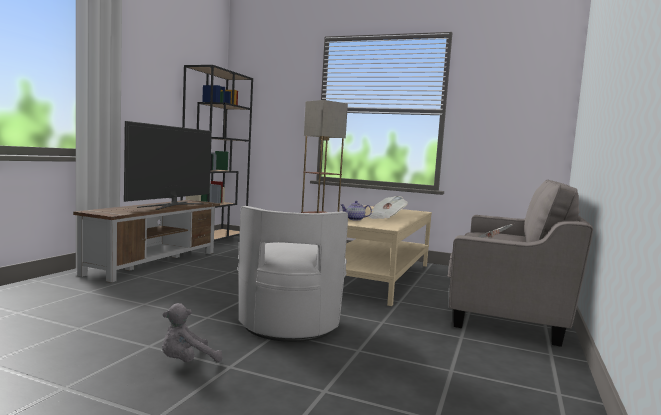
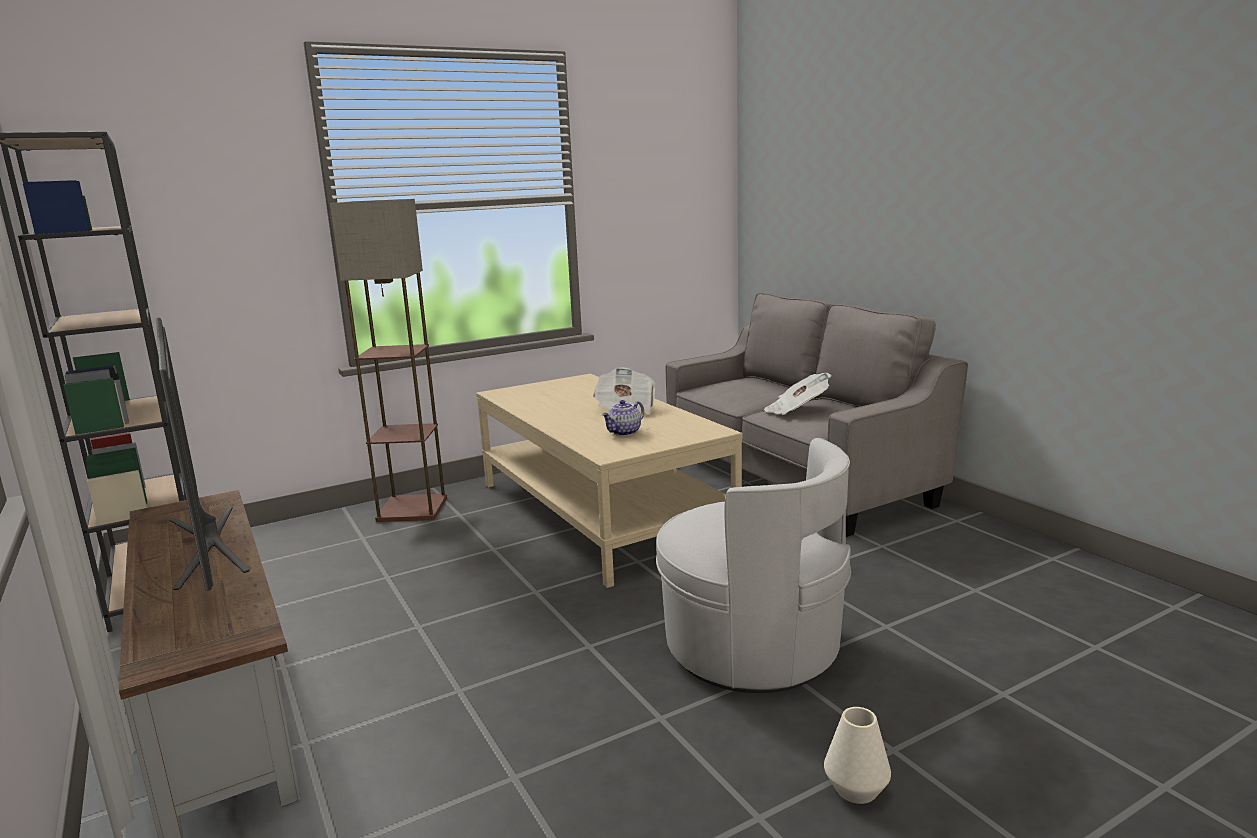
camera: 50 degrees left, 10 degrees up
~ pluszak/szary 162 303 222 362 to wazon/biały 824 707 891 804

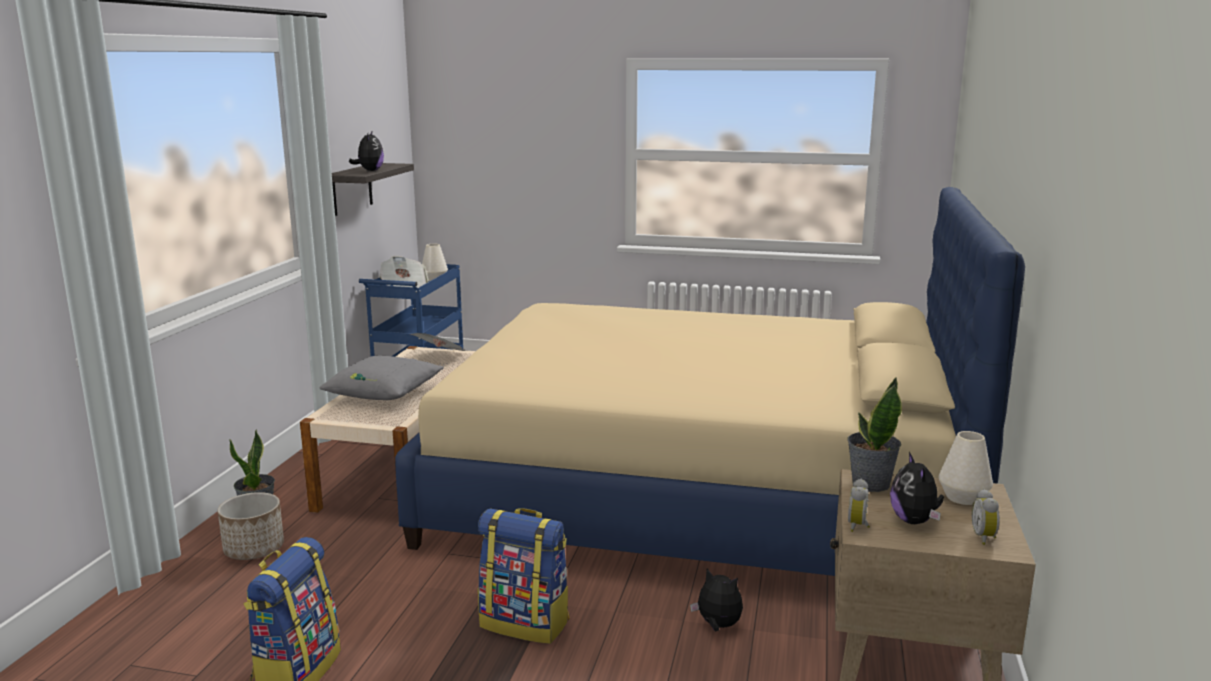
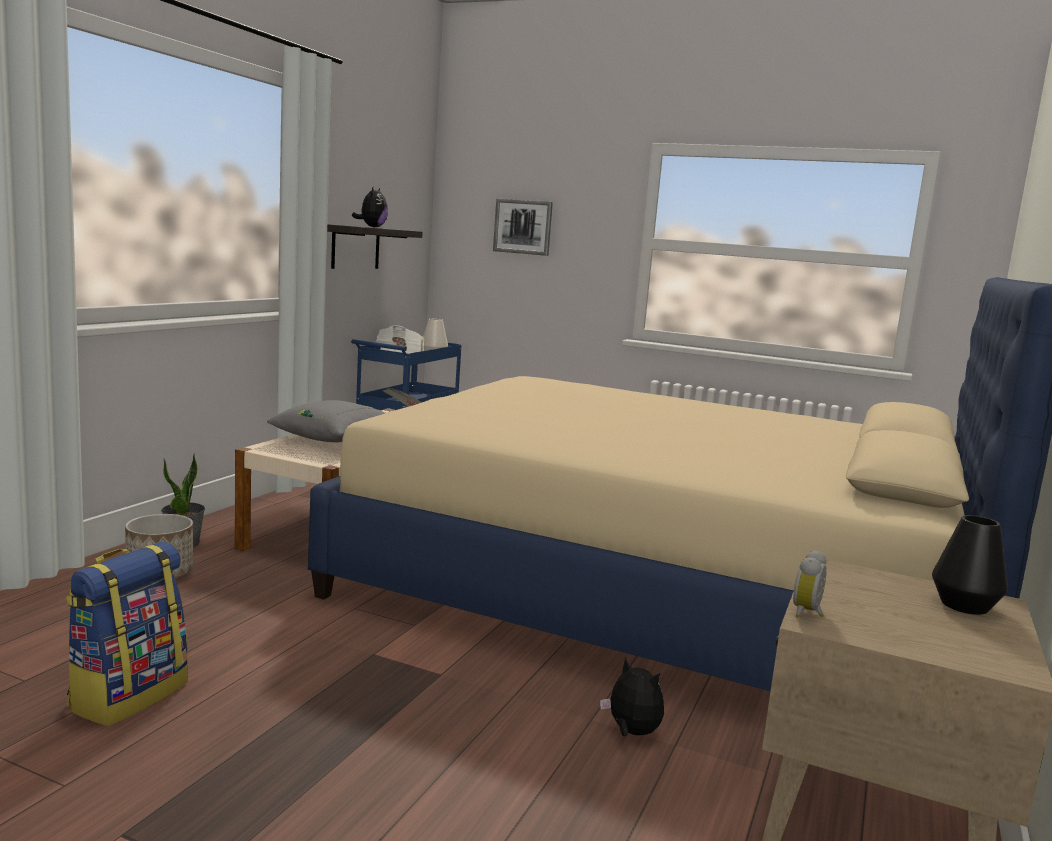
camera: 10 degrees right, 5 degrees down
- plecak 478 508 570 644
- roślina doniczkowa 847 377 902 492
- pluszak 890 452 944 524
~ wazon/biały 939 431 993 505 to wazon/czarny 932 515 1008 615
- budzik 972 489 1000 545
+ obraz 493 199 553 256

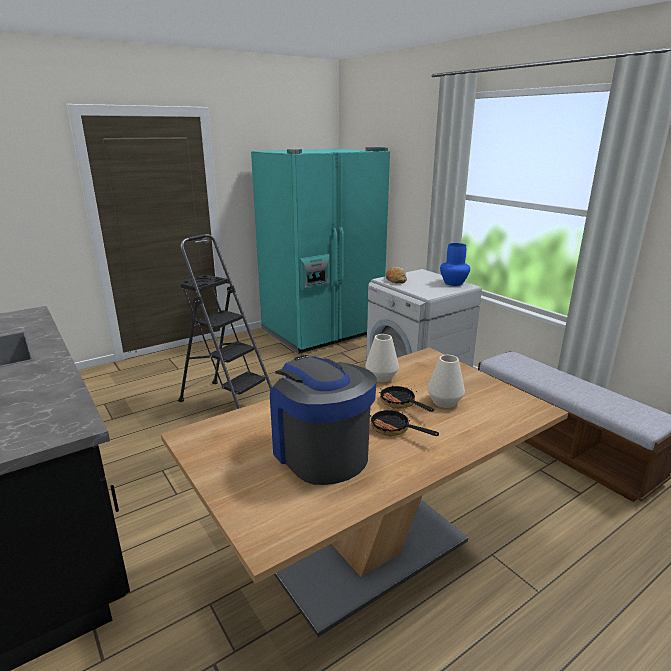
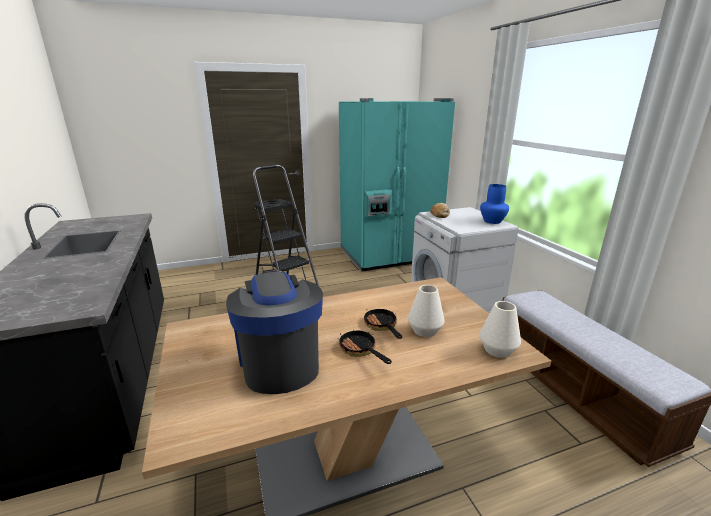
camera: 15 degrees right, 0 degrees up
~ wazon/biały 365 334 399 382 to 479 301 521 358

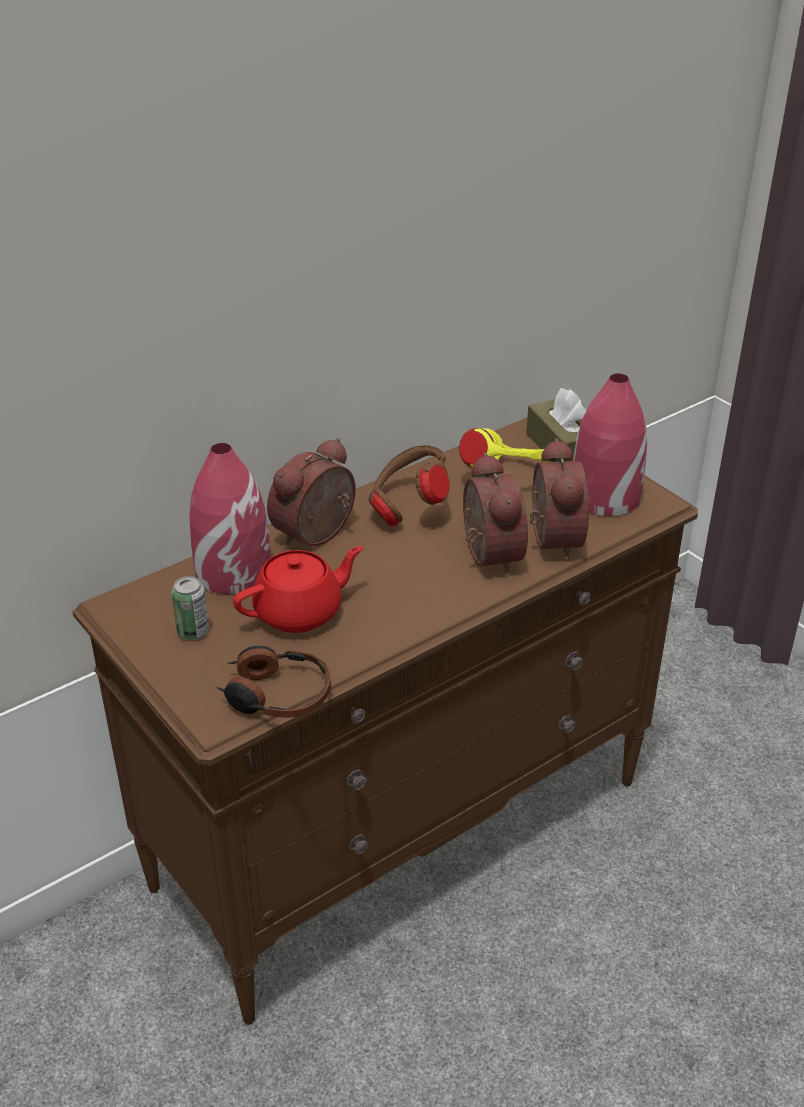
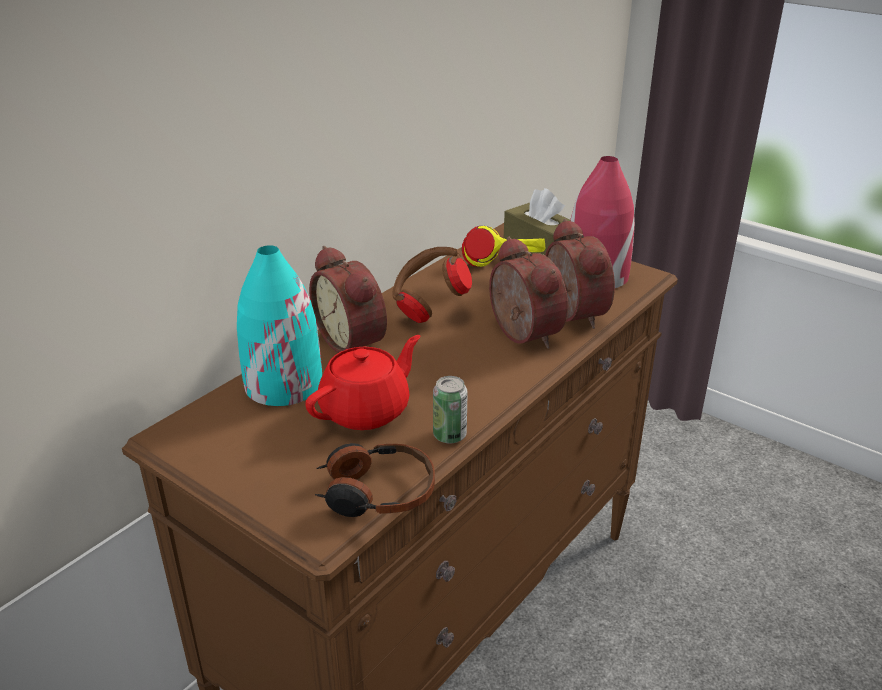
camera: 15 degrees left, 5 degrees down
~ puszka 171 576 209 640 to 433 376 468 444
~ wazon/czerwony 189 443 271 594 to wazon/turkusowy 237 245 322 406
~ budzik 267 438 356 548 = 309 246 387 353 60 degrees counterclockwise

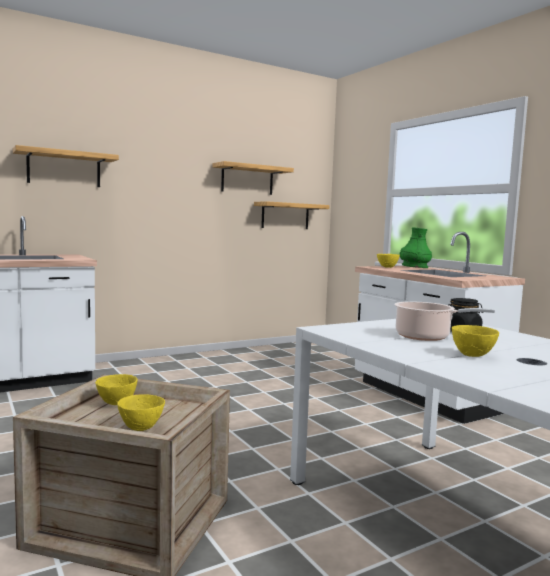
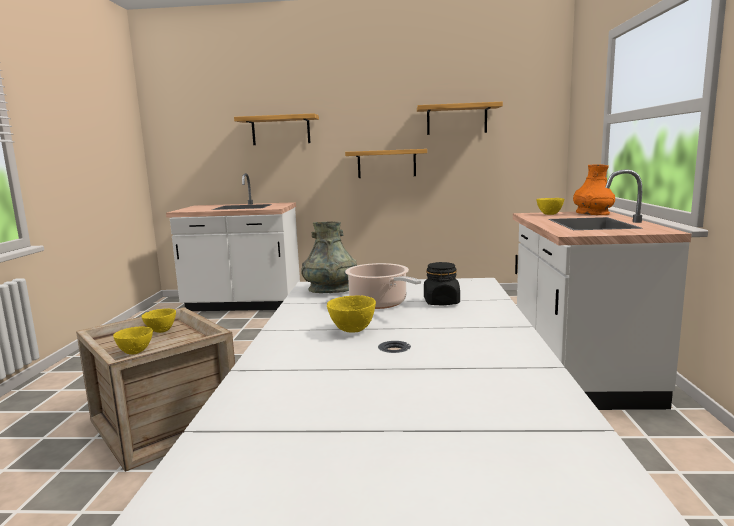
camera: 35 degrees right, 5 degrees up
~ półka 254 201 329 229 to 345 149 427 178
~ wazon/zielony 399 228 432 268 to wazon/pomarańczowy 573 164 615 215
+ wazon/szary 301 221 357 293

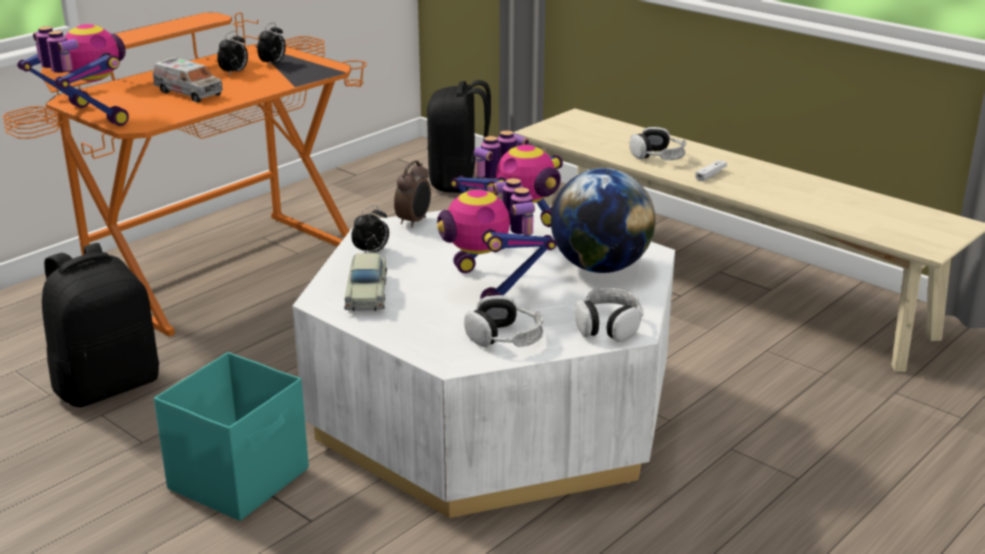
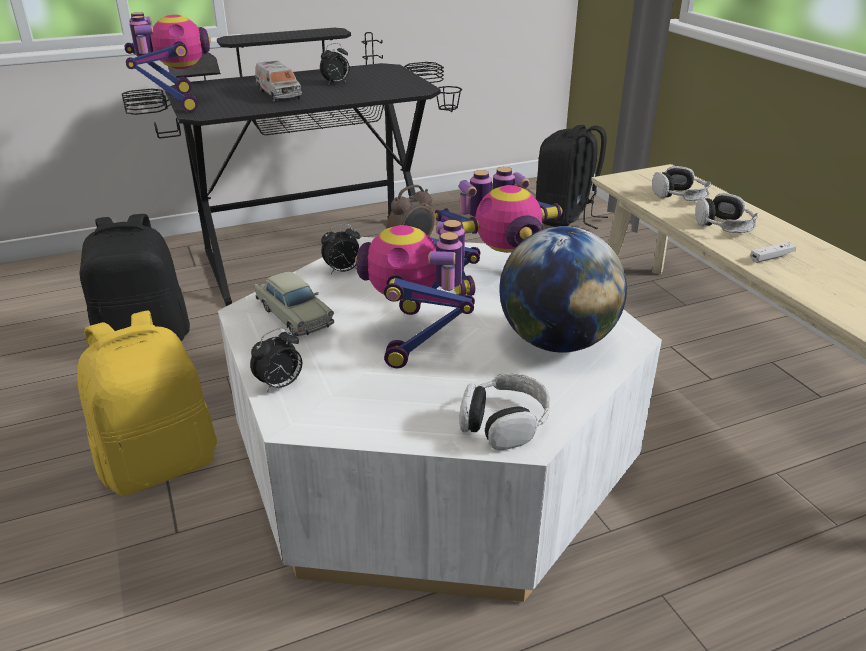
camera: 25 degrees right, 5 degrees up
~ biurko/pomarańczowy 2 12 367 336 to biurko/czarny 122 28 462 306
~ pojemnik do przechowywania/turkusowy 154 352 309 521 to plecak/żółty 77 311 217 496
~ budzik 257 23 286 67 to 250 328 302 393
~ samochodzik/beżowy 344 253 387 311 = 254 272 334 336 60 degrees counterclockwise
~ słuchawki 464 295 543 347 to 652 166 711 201

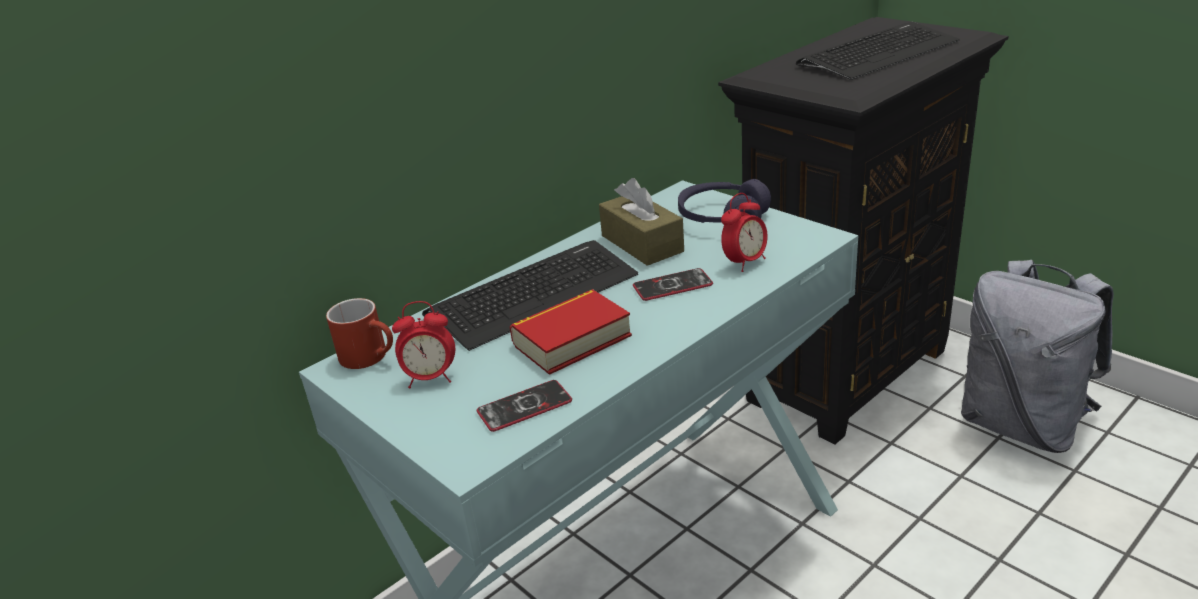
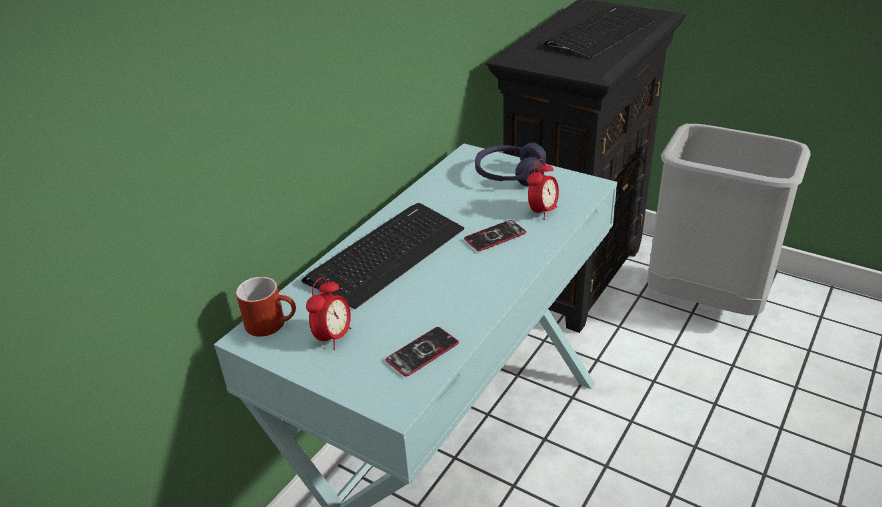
camera: 15 degrees left, 5 degrees up
~ budzik 392 301 455 388 = 306 278 352 350 45 degrees counterclockwise
- książka 510 289 632 375
- pudełko chusteczek/brązowy 599 178 684 266
~ plecak/szary 961 260 1114 453 to kosz na śmieci/szary 647 124 811 315

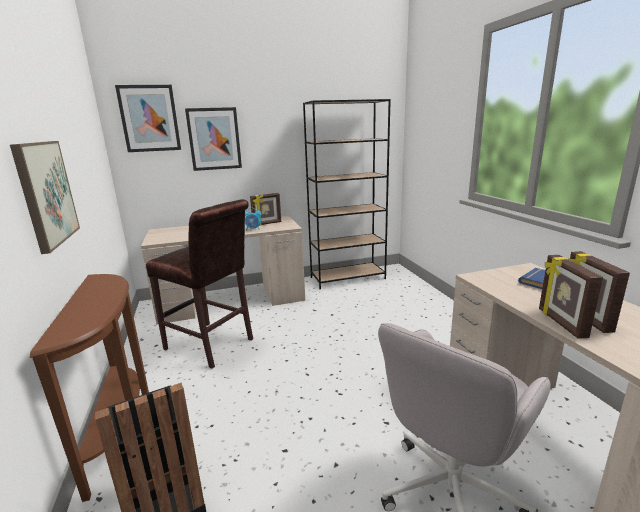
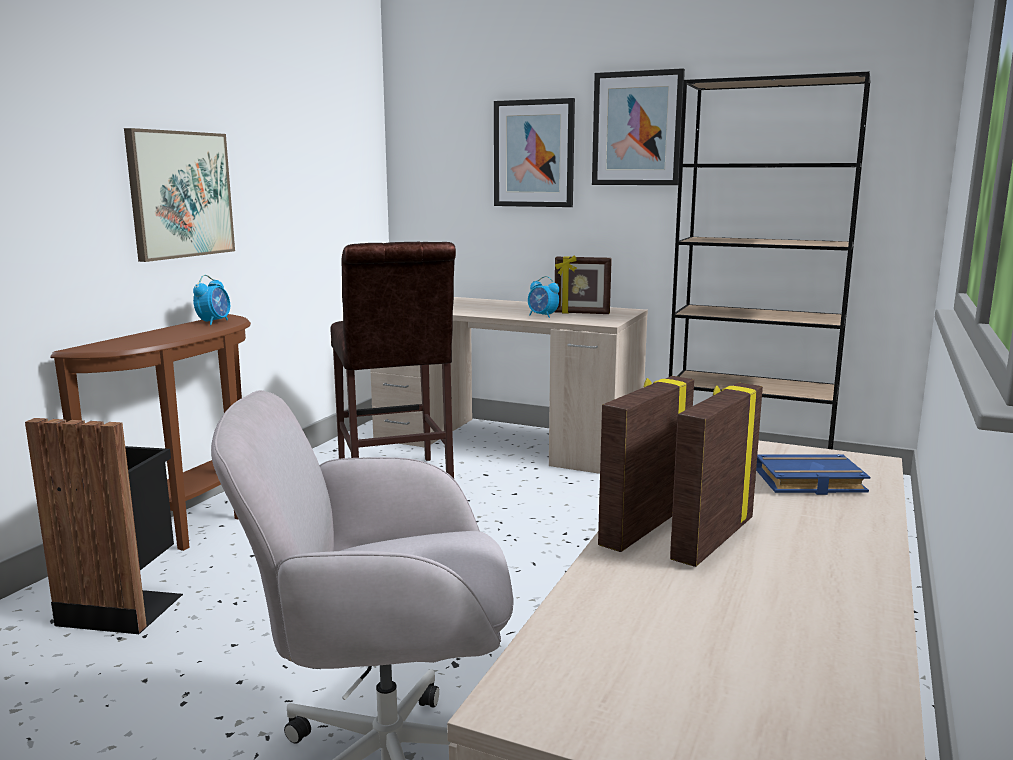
camera: 40 degrees right, 5 degrees down
~ obraz 115 85 181 152 to 592 68 685 185
+ budzik 193 275 230 325

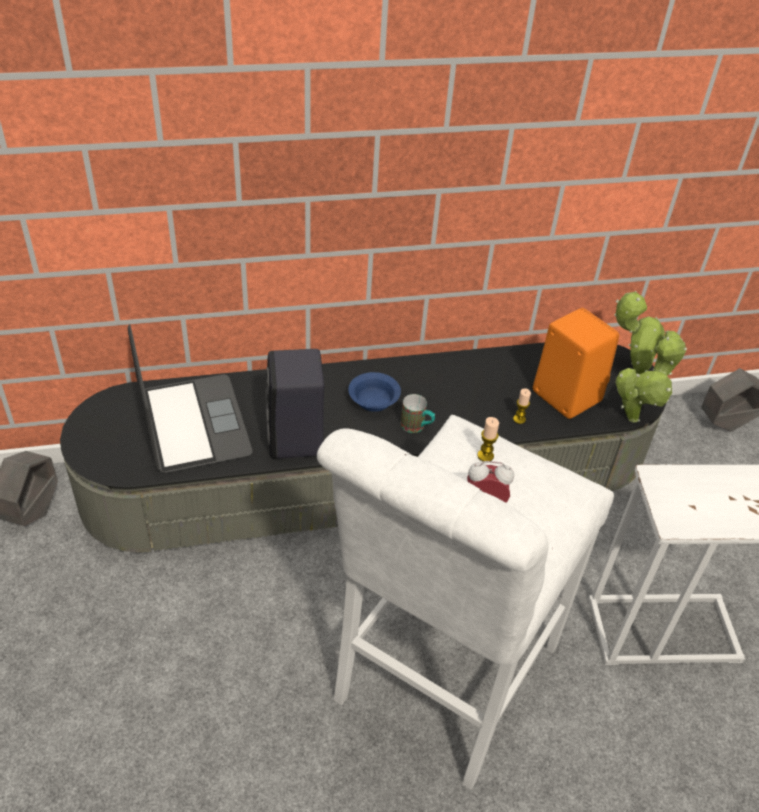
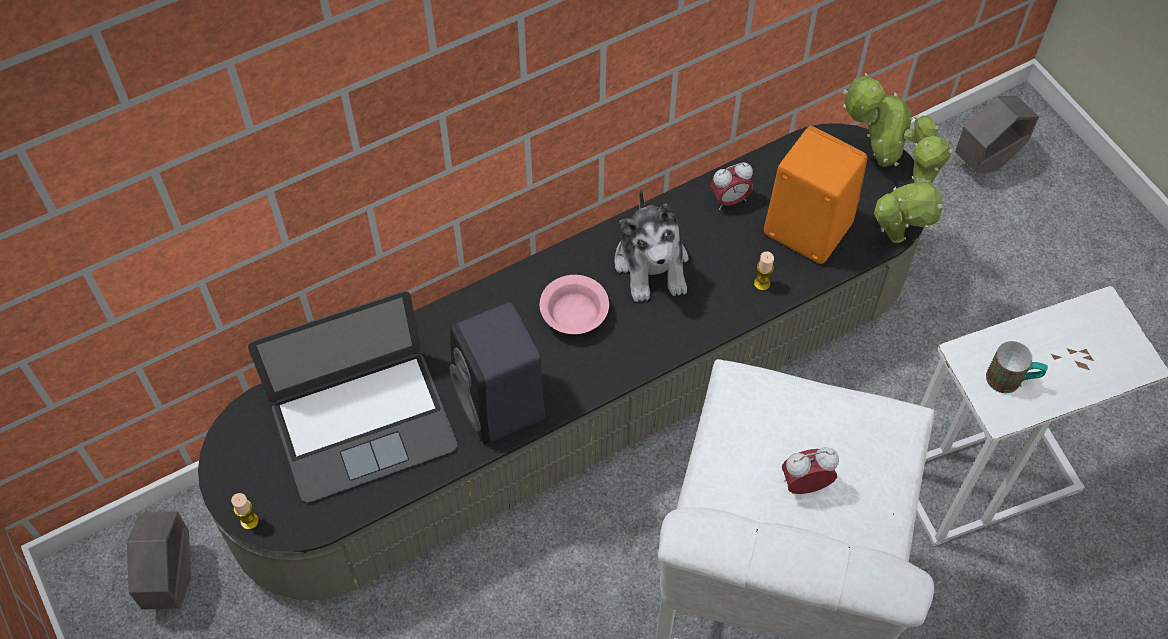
camera: 15 degrees left, 15 degrees up
~ laptop 128 324 253 473 = 248 291 457 502 105 degrees clockwise
~ miska/niebieski 348 372 401 412 to miska/różowy 540 275 609 334
~ kubek 401 394 435 433 to 986 341 1048 393
~ świeca 477 417 499 462 to 231 493 259 530
+ pluszak 614 188 689 302
+ budzik 710 162 753 210

